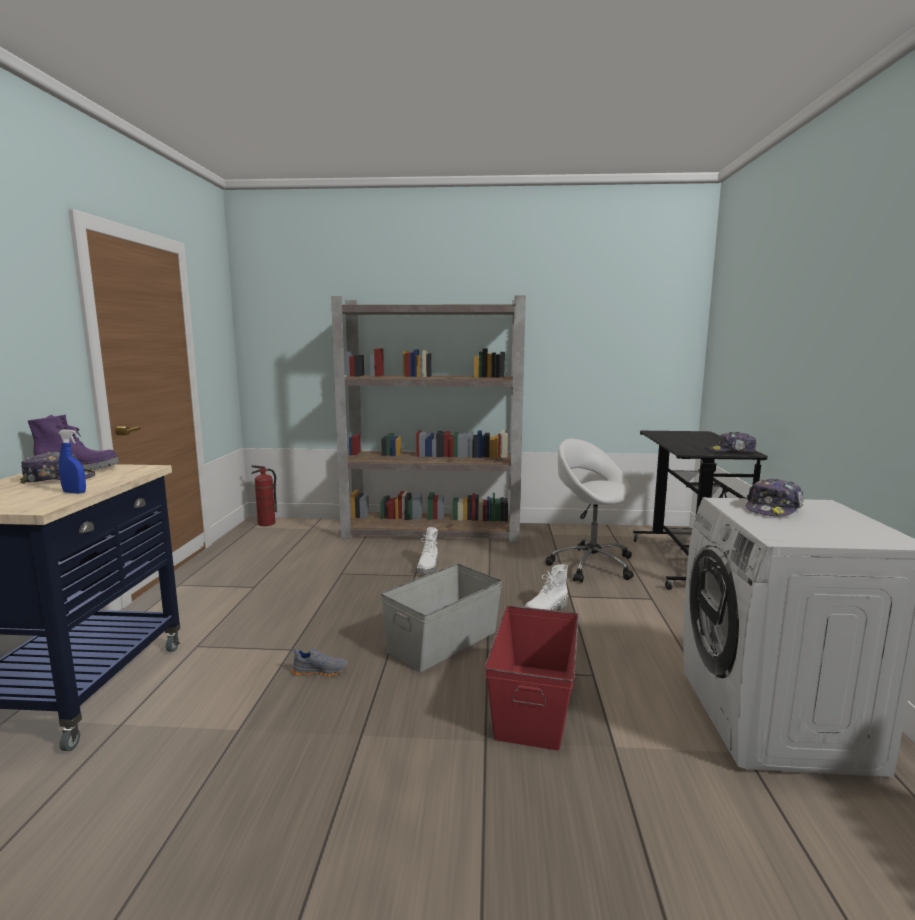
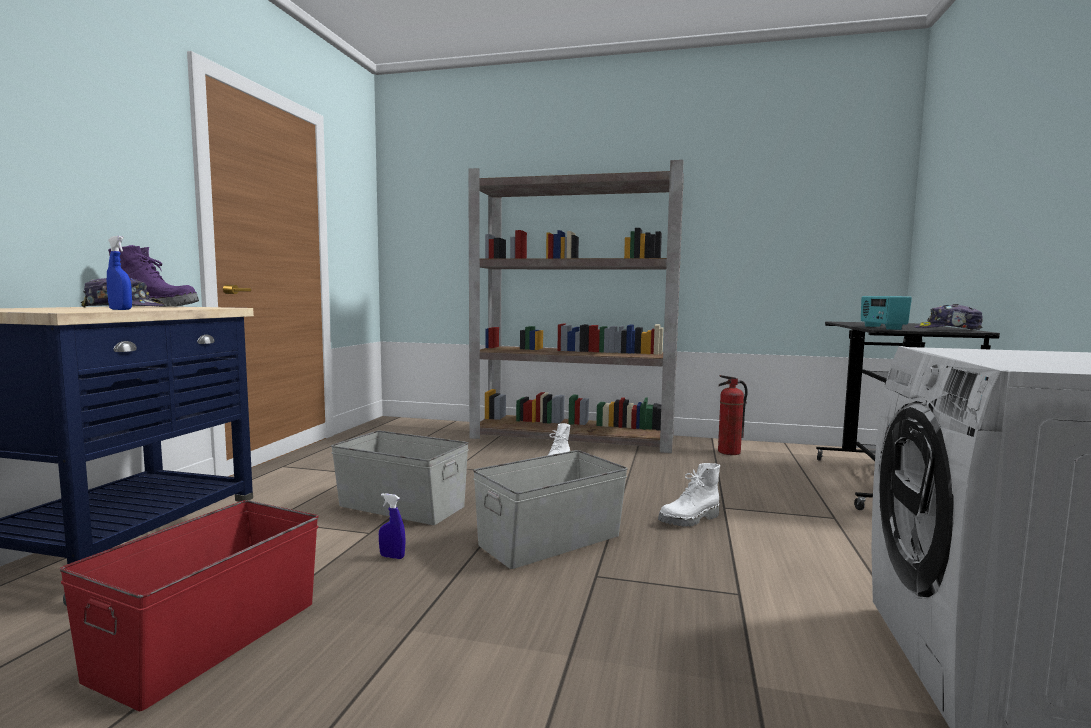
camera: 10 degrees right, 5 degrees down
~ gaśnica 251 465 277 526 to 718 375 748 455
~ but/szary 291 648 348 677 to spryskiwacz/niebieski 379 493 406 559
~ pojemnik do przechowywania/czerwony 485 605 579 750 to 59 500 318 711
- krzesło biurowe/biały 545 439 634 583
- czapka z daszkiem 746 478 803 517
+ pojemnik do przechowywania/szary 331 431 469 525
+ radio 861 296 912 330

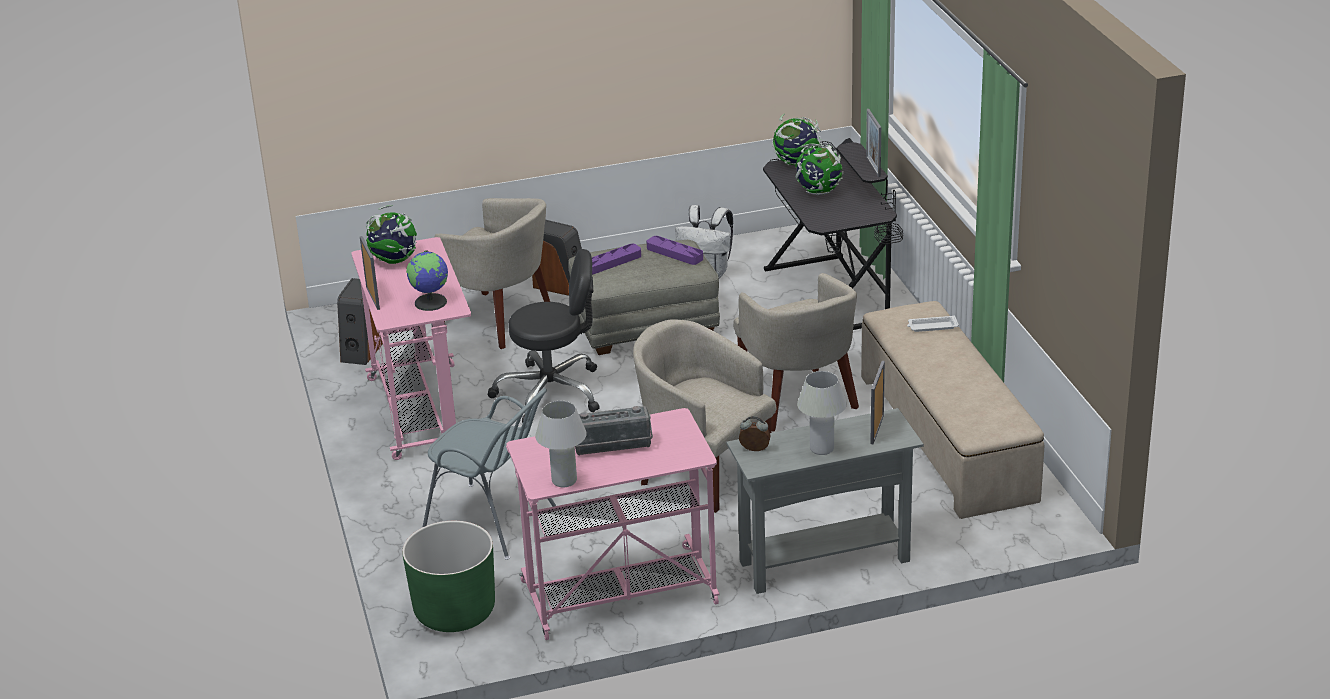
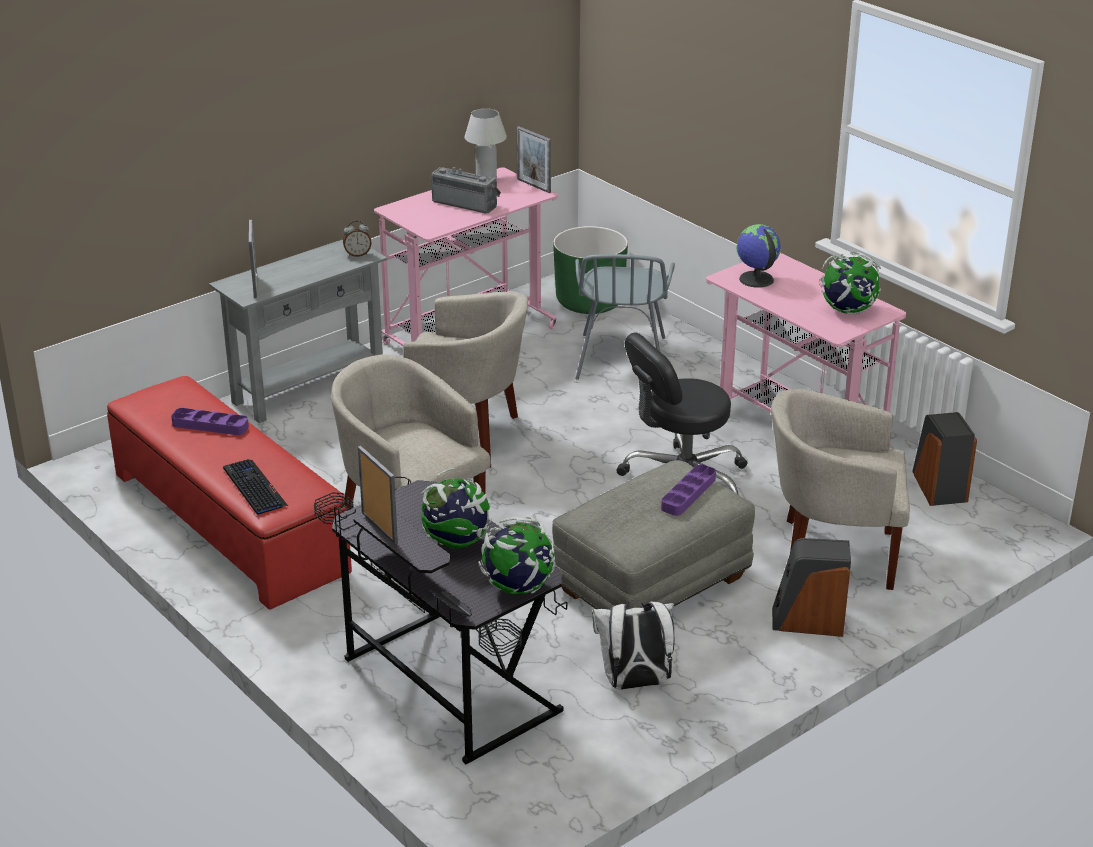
camera: 155 degrees right, 0 degrees up
~ ramka na zdjęcie 360 236 380 310 to 517 126 551 193
~ krzesło/szary 423 388 556 560 = 574 254 675 383 90 degrees counterclockwise
~ radio 575 406 653 455 = 431 167 501 214 60 degrees clockwise
~ taca/fioletowy 647 236 703 265 to 171 408 249 435
- lampa stołowa/biały 797 371 847 455
~ ławka/beżowy 861 301 1044 519 to ławka/czerwony 107 376 352 609
~ taca/biały 907 315 959 332 to klawiatura 223 459 288 515

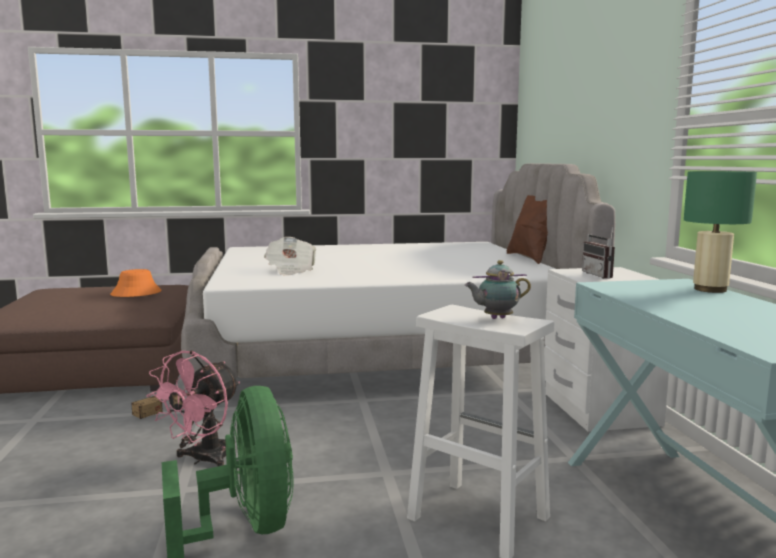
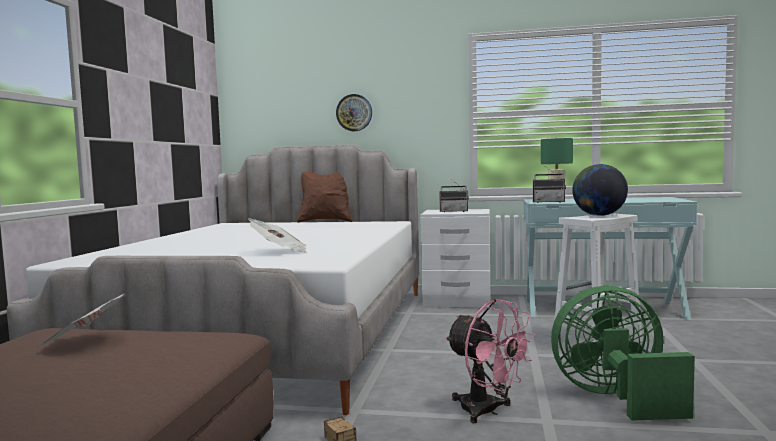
camera: 70 degrees left, 5 degrees down
~ kapelusz/pomarańczowy 110 269 161 297 to gazeta 36 293 126 348
~ imbryk 465 260 531 319 to globus 572 164 628 216
+ zegar ścienny 336 94 372 131
+ radio 533 167 566 203

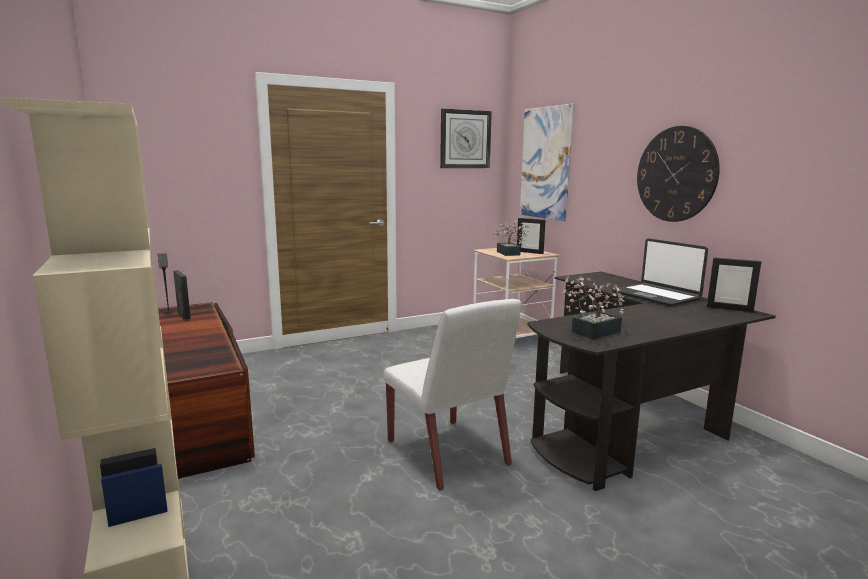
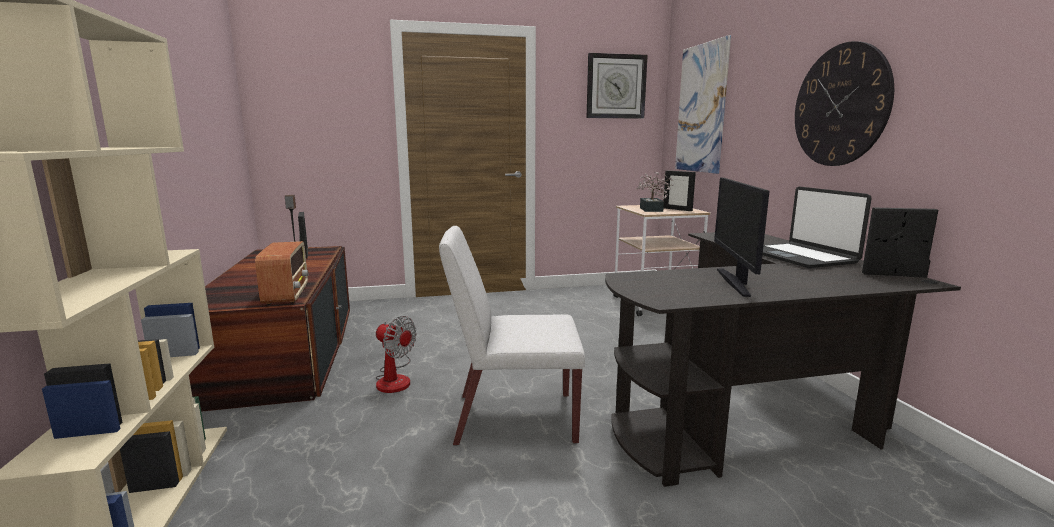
camera: 15 degrees right, 0 degrees up
~ krzesło/biały 383 299 521 491 = 439 226 585 446 105 degrees clockwise
- roślina doniczkowa 562 276 625 340
~ ramka na zdjęcie 707 257 761 312 = 862 207 938 278 150 degrees clockwise
+ radio 255 241 308 305
+ wentylator 376 316 417 393
+ monitor 714 178 769 297

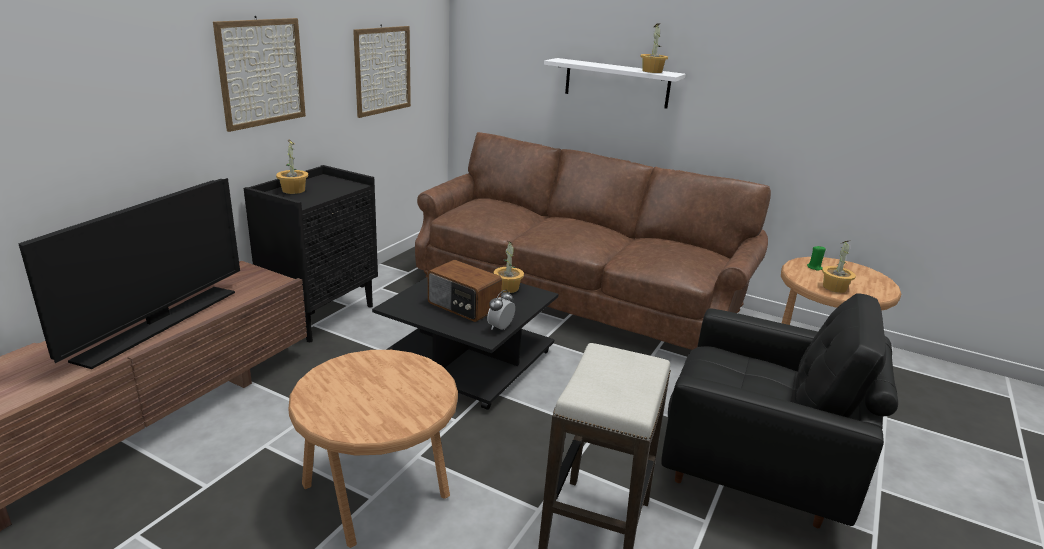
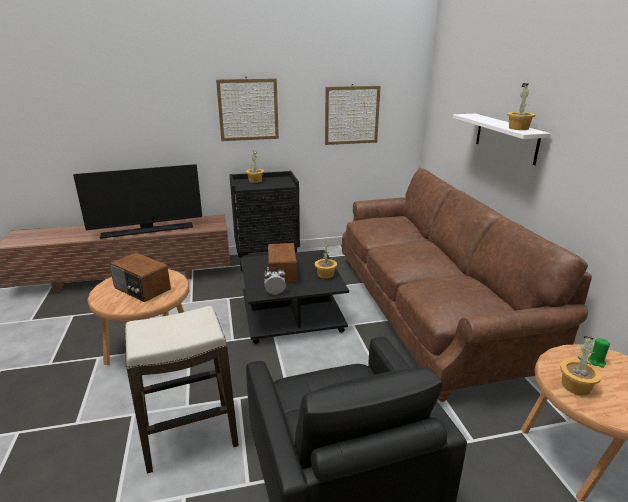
camera: 50 degrees right, 0 degrees up
+ radio 109 253 171 302

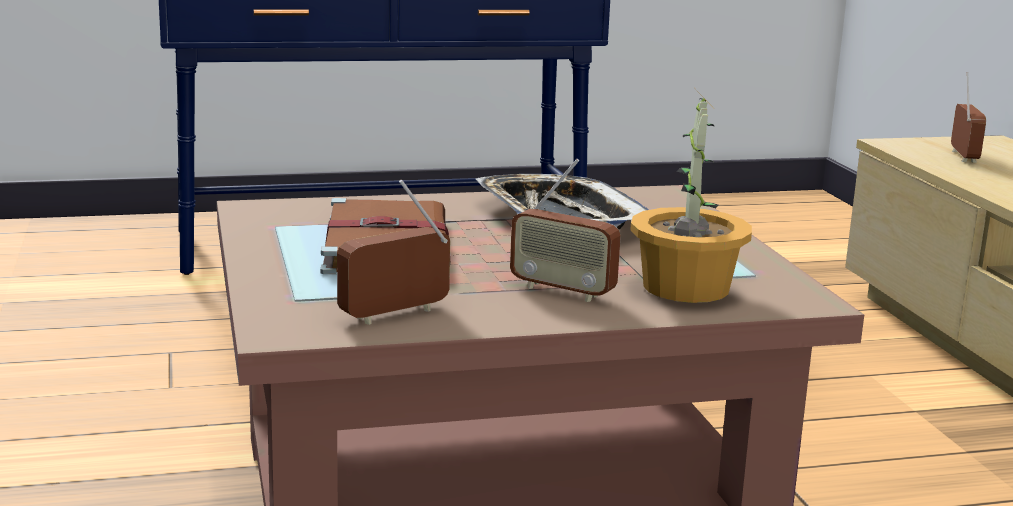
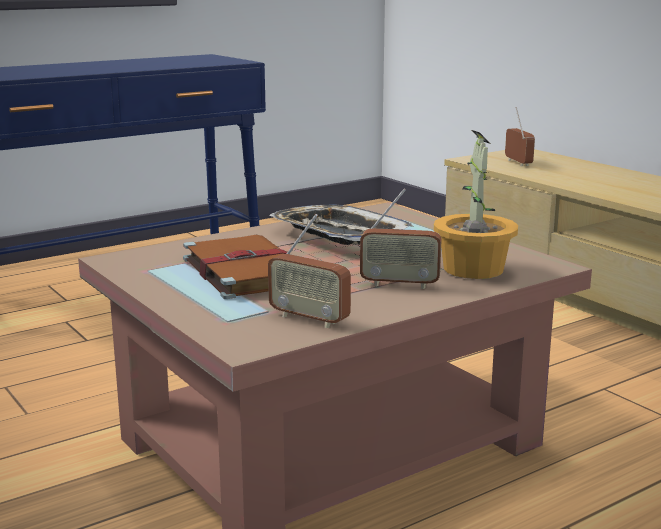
camera: 20 degrees left, 0 degrees up
~ radio 337 180 450 325 = 268 214 351 328 90 degrees counterclockwise

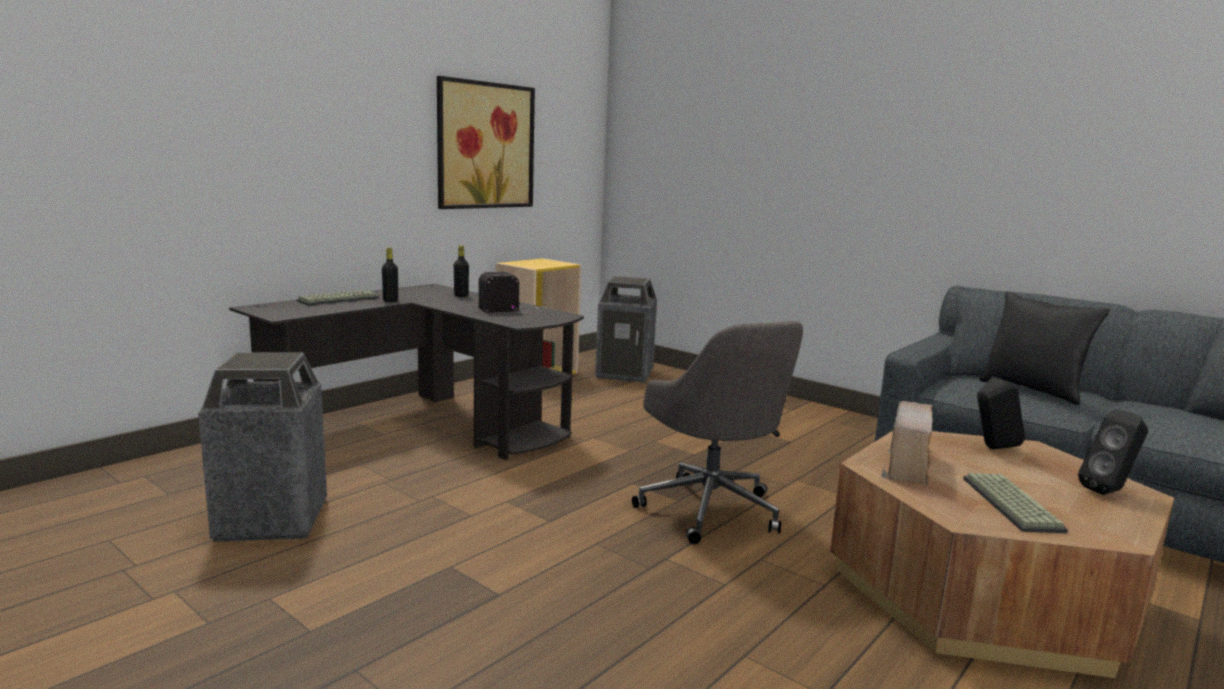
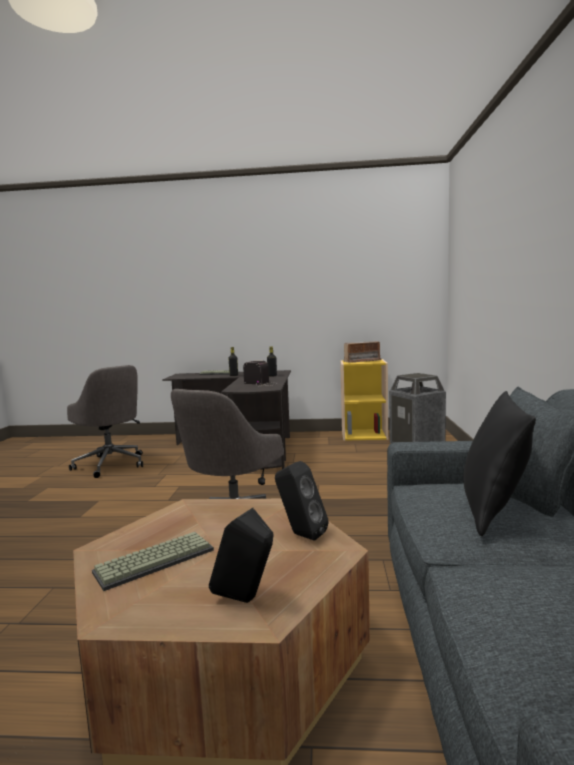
camera: 55 degrees right, 5 degrees down
~ kosz na śmieci 198 352 327 542 to krzesło biurowe/szary 67 365 143 478
- obraz 437 76 535 209
~ radio 882 401 933 485 to 344 341 382 363

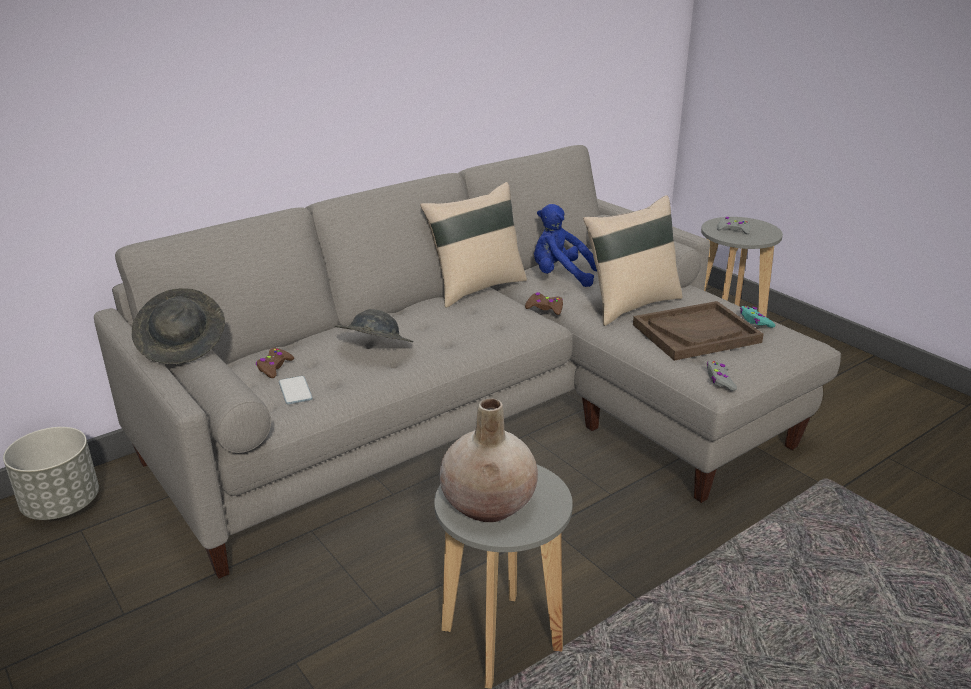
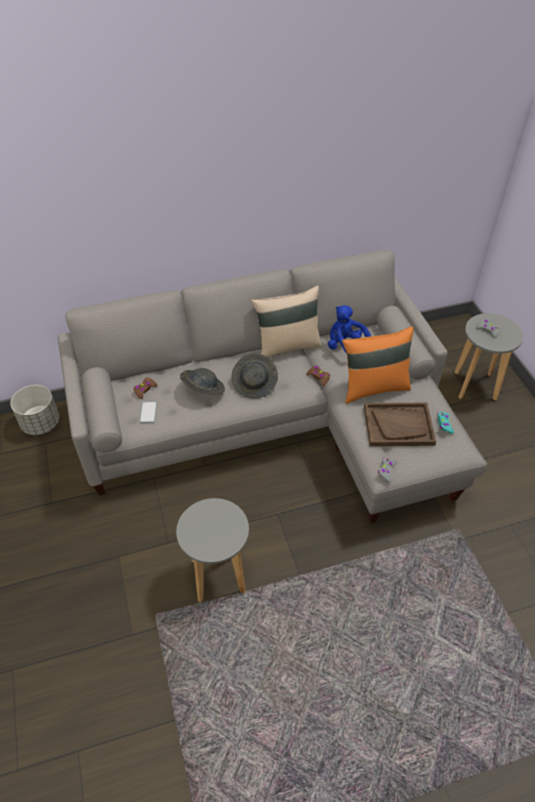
camera: 20 degrees right, 20 degrees up
~ kapelusz/szary 132 288 225 364 to 231 353 278 399
- wazon/beżowy 439 399 538 522
~ poduszka/beżowy 583 195 682 326 to poduszka/pomarańczowy 342 326 413 404

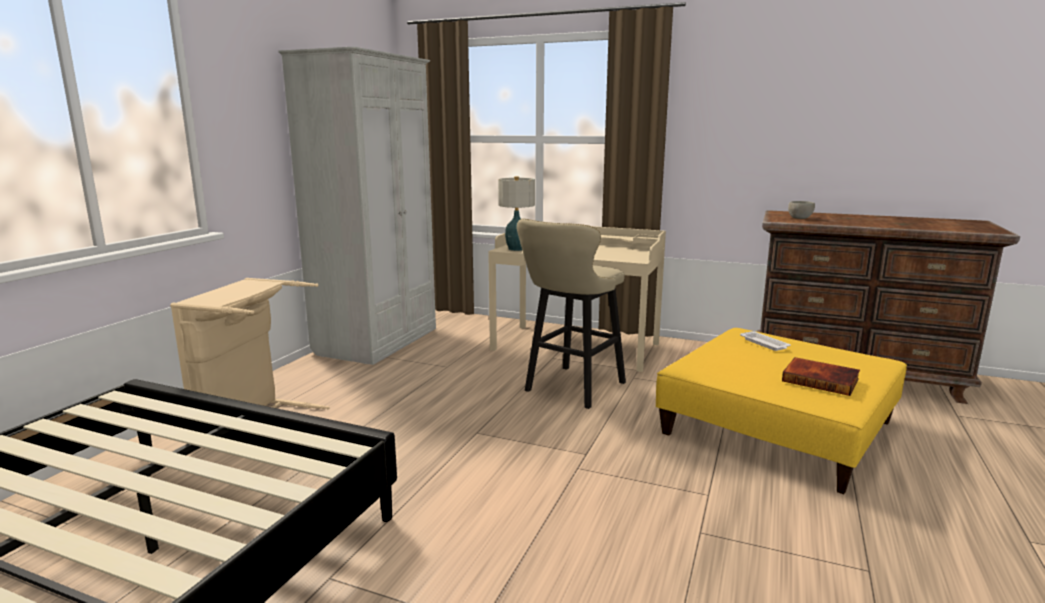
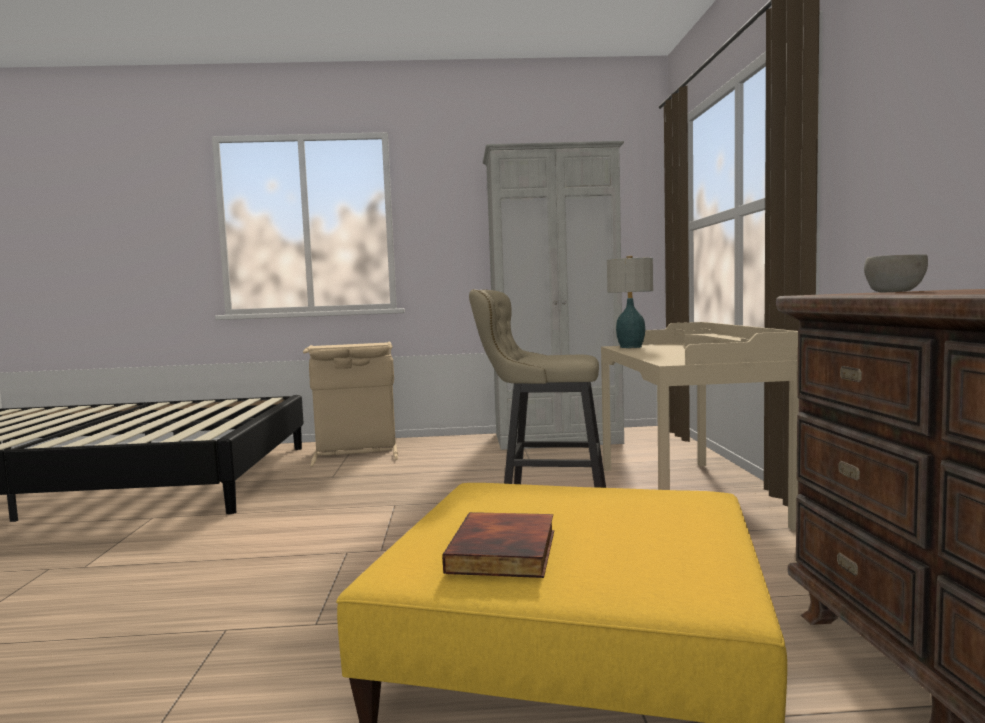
camera: 65 degrees right, 10 degrees down
- taca/biały 740 331 791 351

